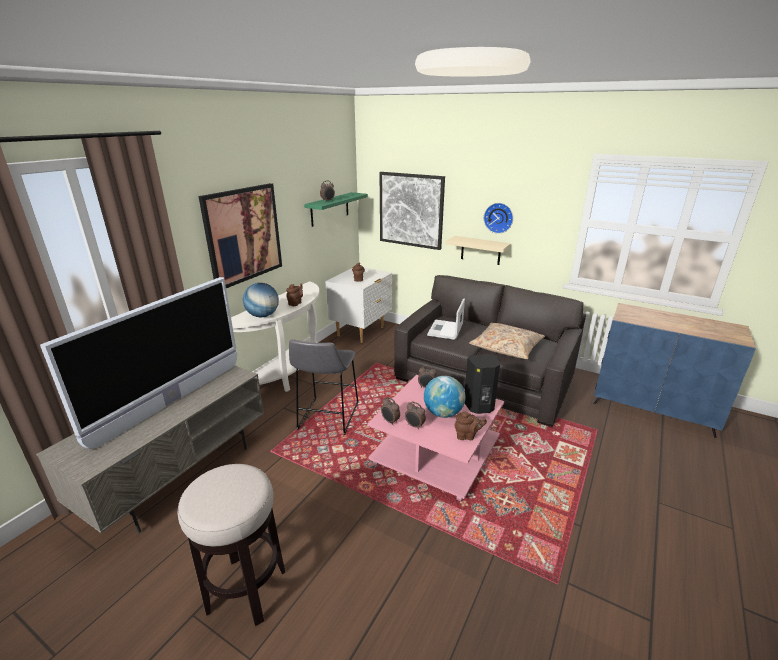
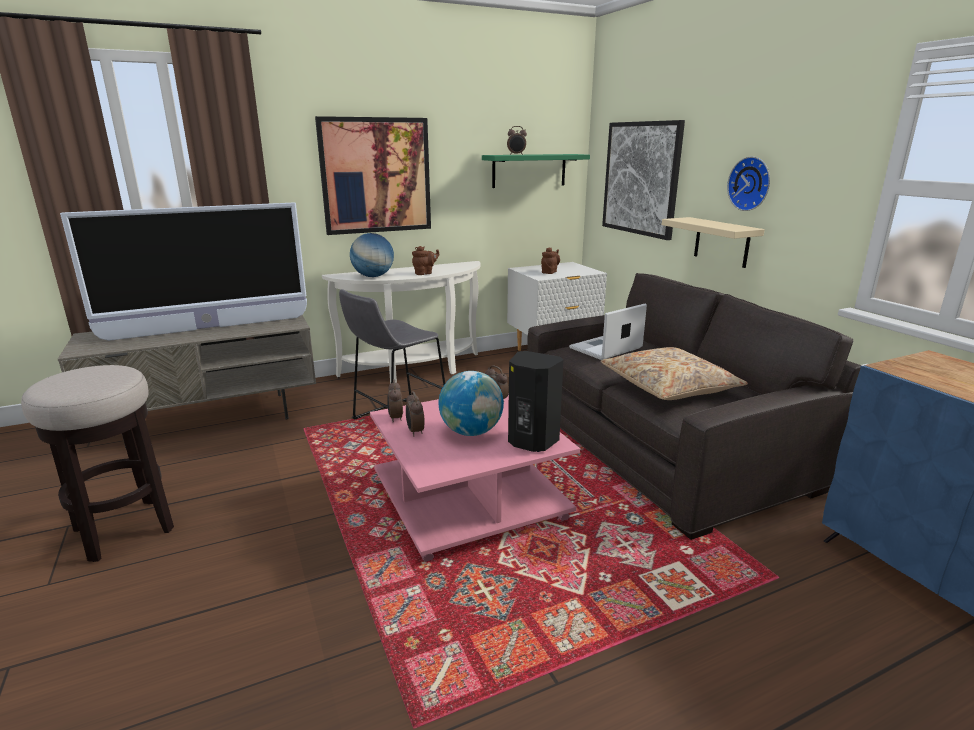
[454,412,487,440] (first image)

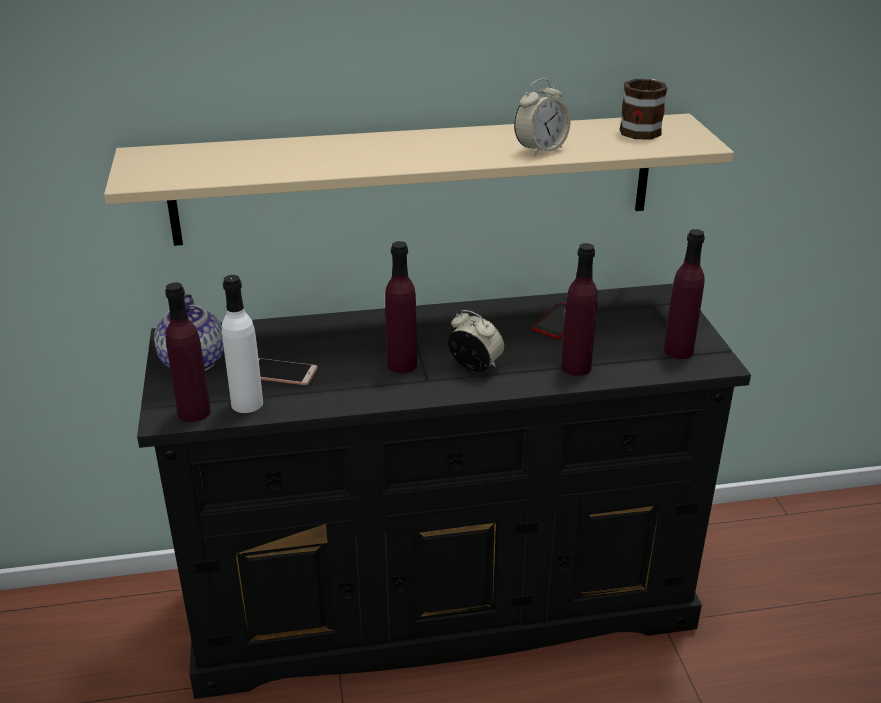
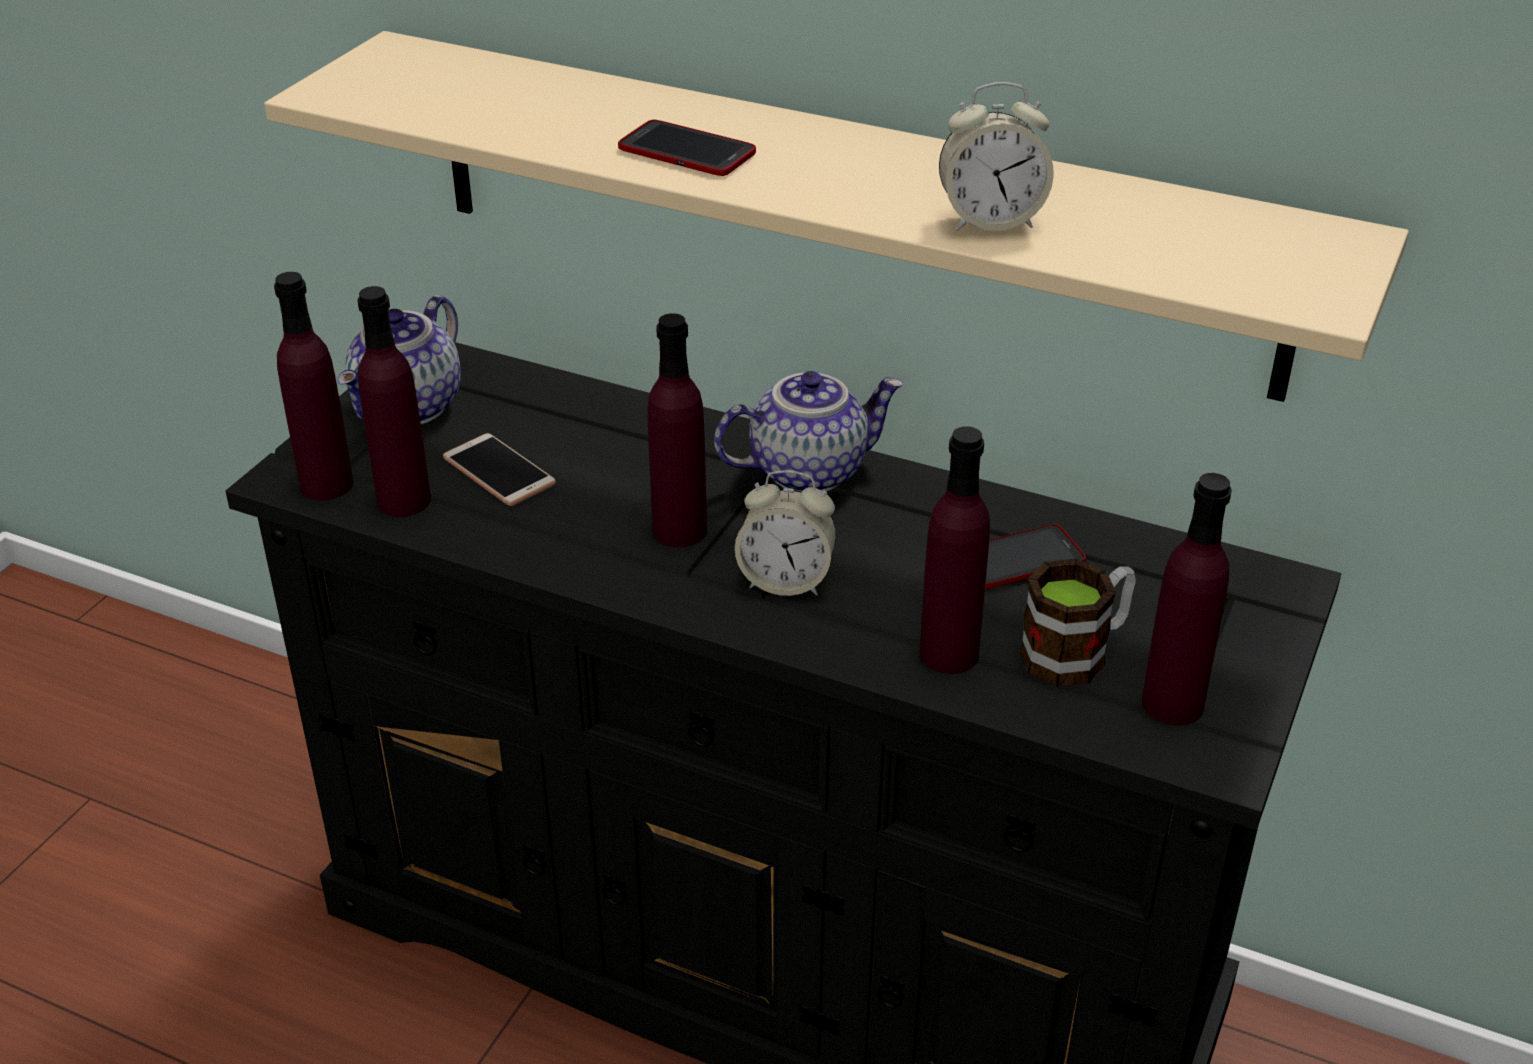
[618,119,756,176]
[714,371,904,491]
[1020,559,1136,687]
[357,286,431,517]
[735,470,836,596]

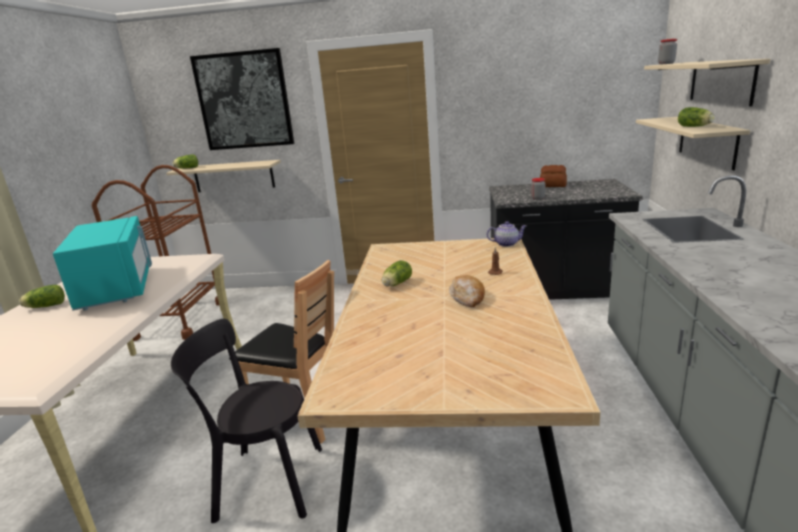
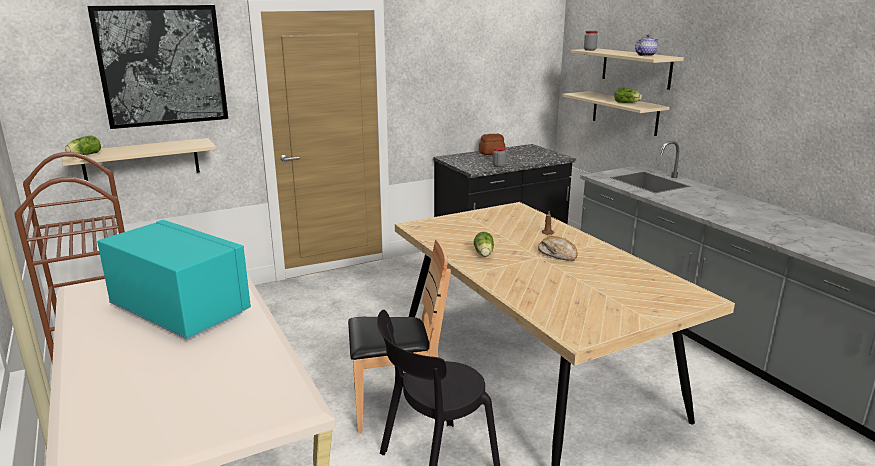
[19,285,65,308] (first image)
[635,35,659,56]

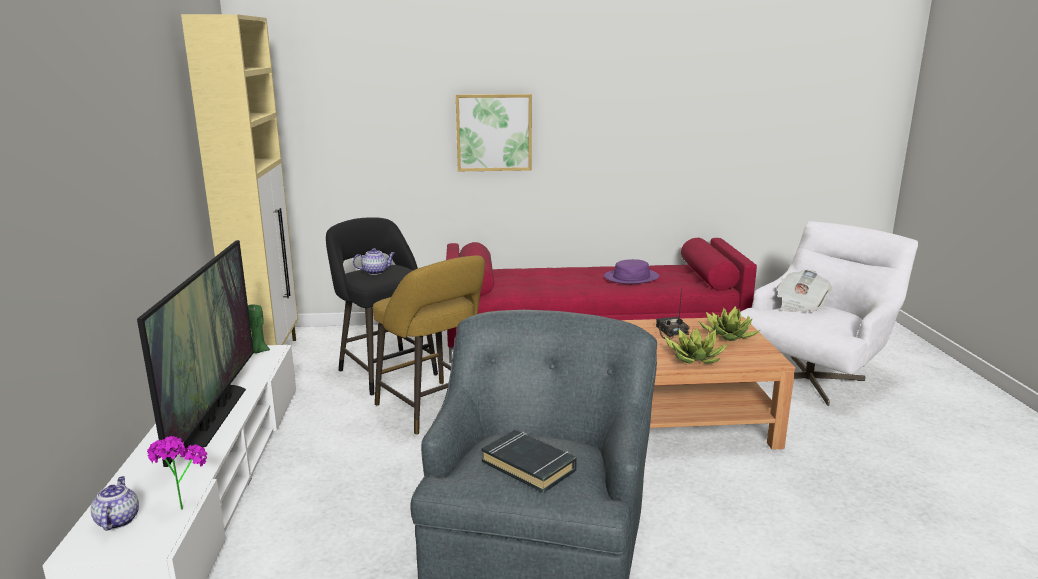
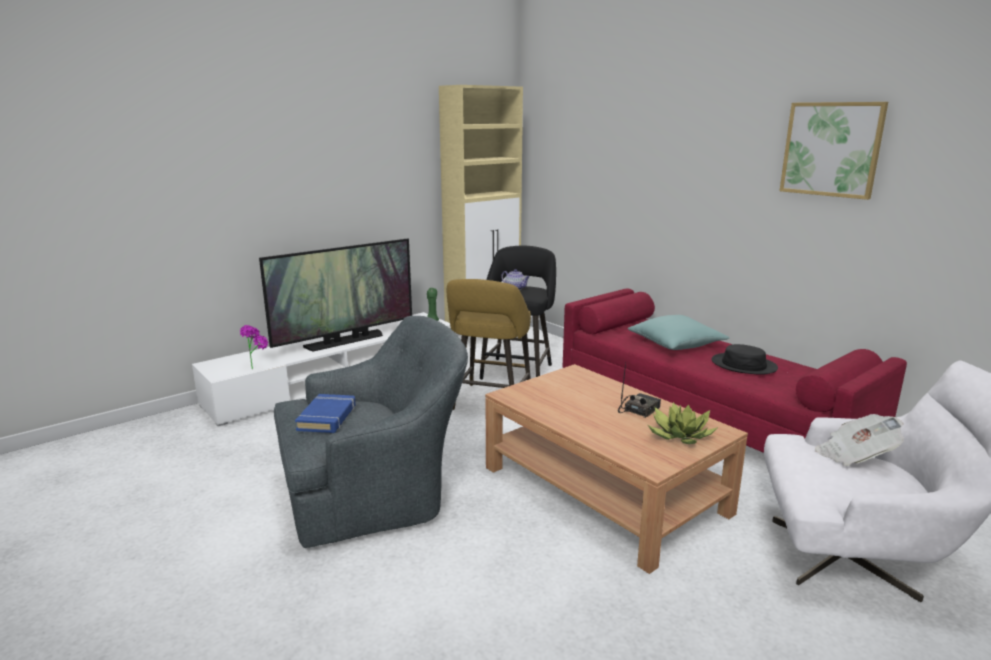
[91,476,139,531] (first image)
[664,328,728,364] (first image)
[628,315,729,350]
[779,102,888,200]
[295,394,356,433]
[711,344,778,375]

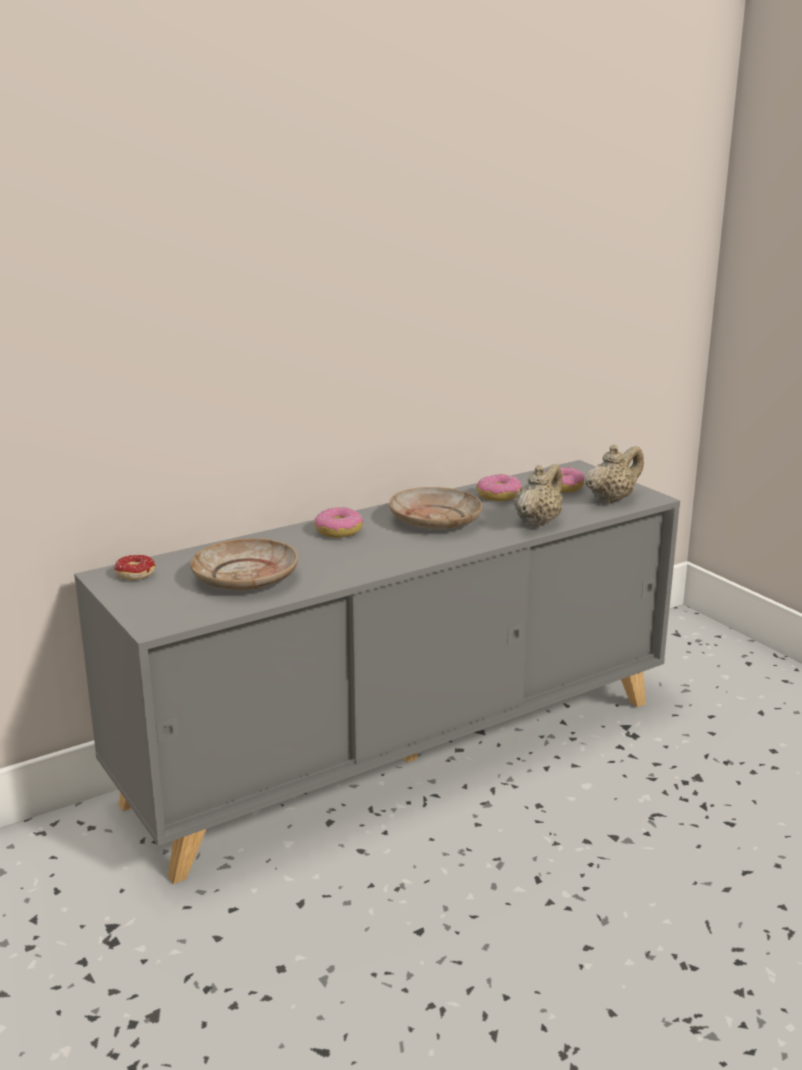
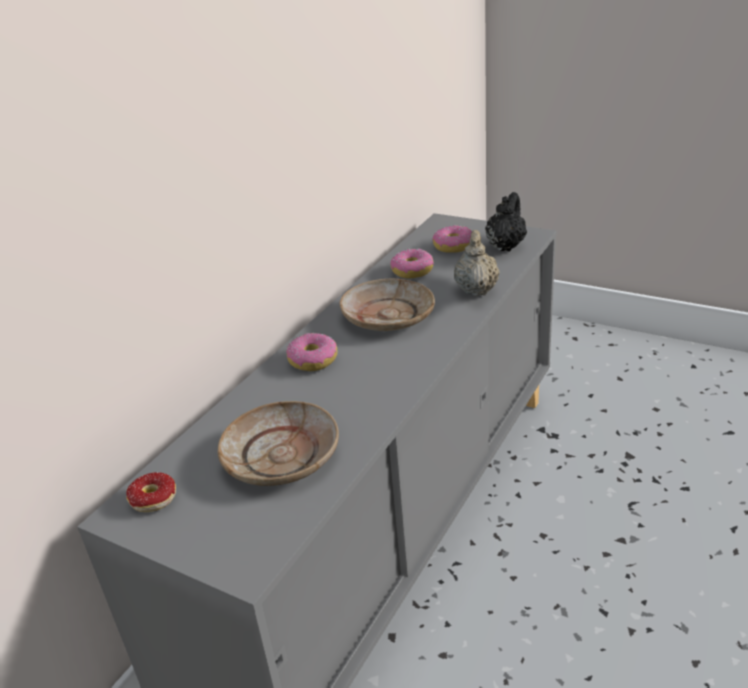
[485,192,527,252]

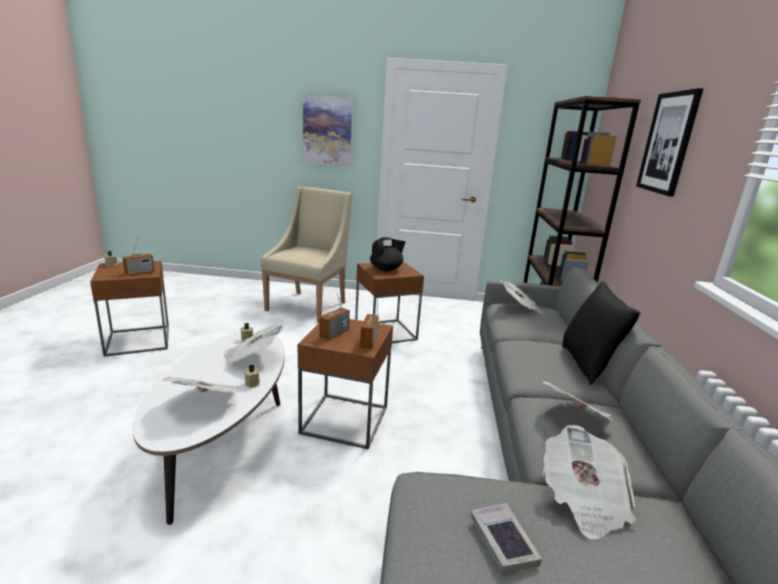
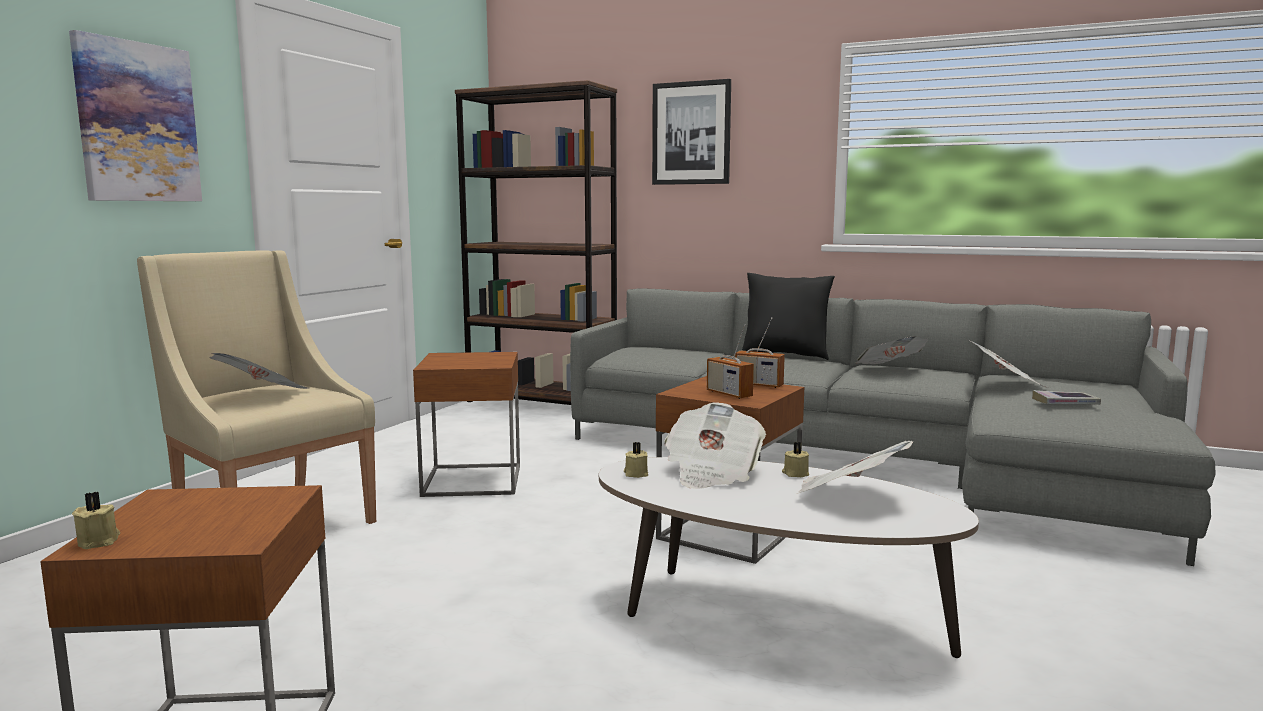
[122,236,154,276] (first image)
[370,237,406,271] (first image)
[210,353,308,389]

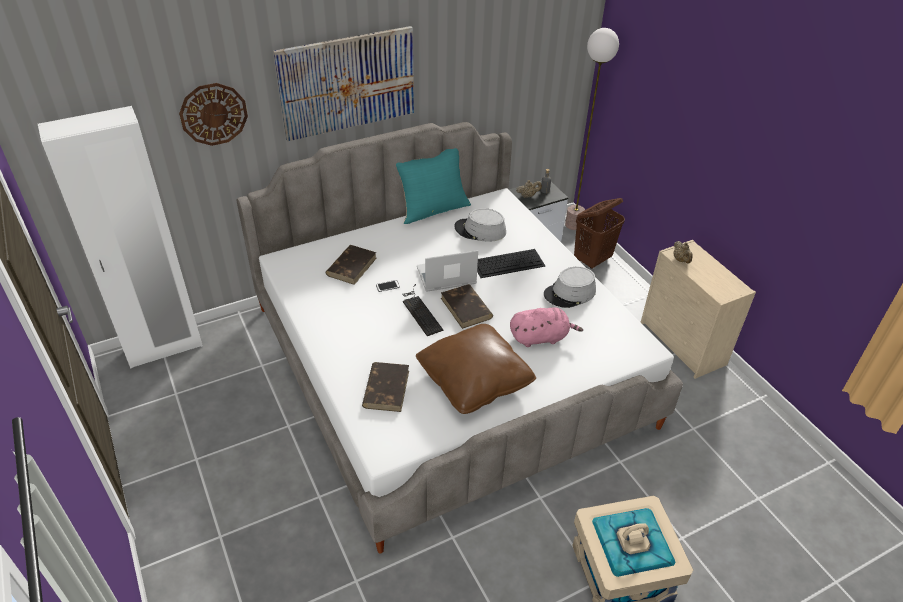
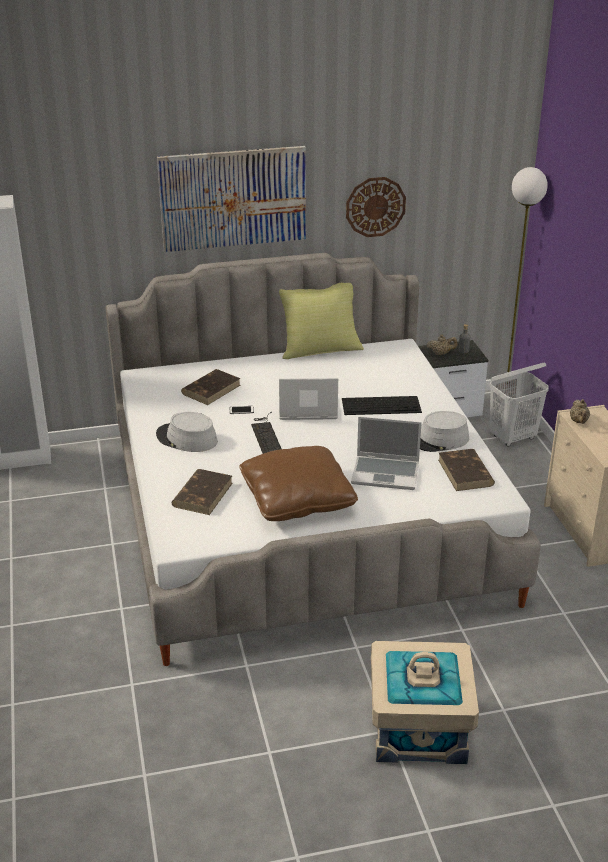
[346,177,406,237]
[438,449,495,491]
[156,412,218,452]
[351,416,422,490]
[279,283,364,359]
[489,362,549,447]

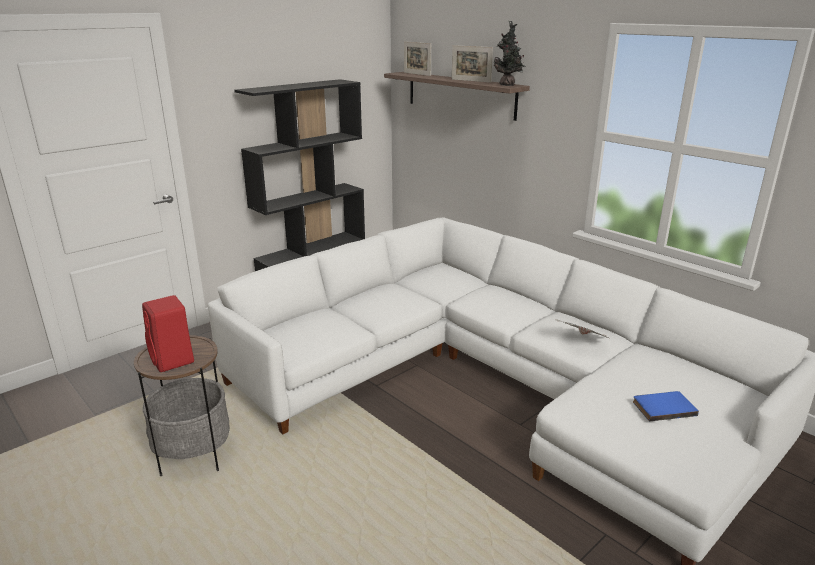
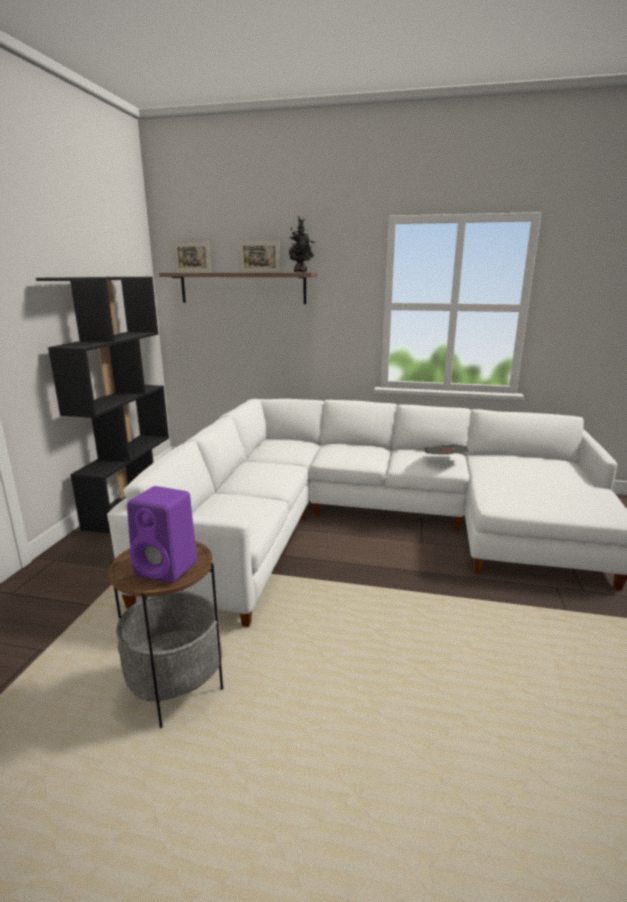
[633,391,699,421] (first image)
[127,486,197,583]

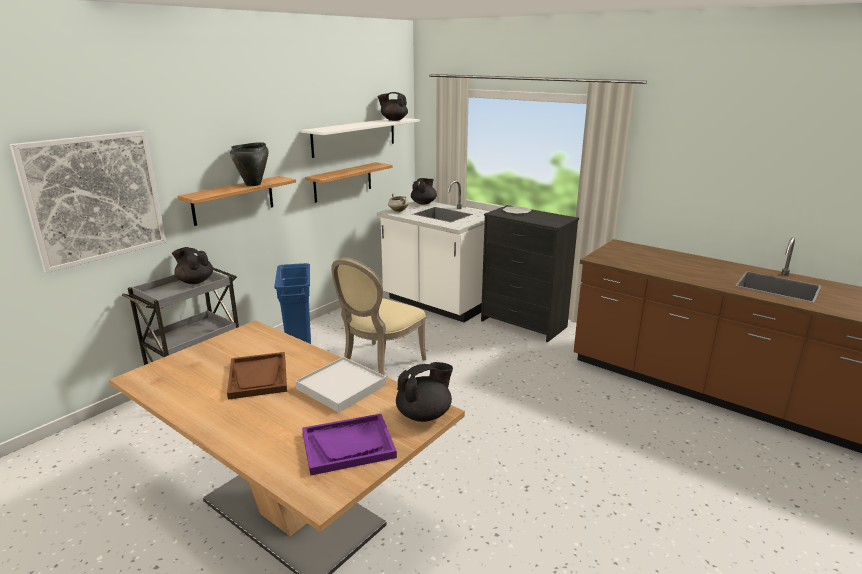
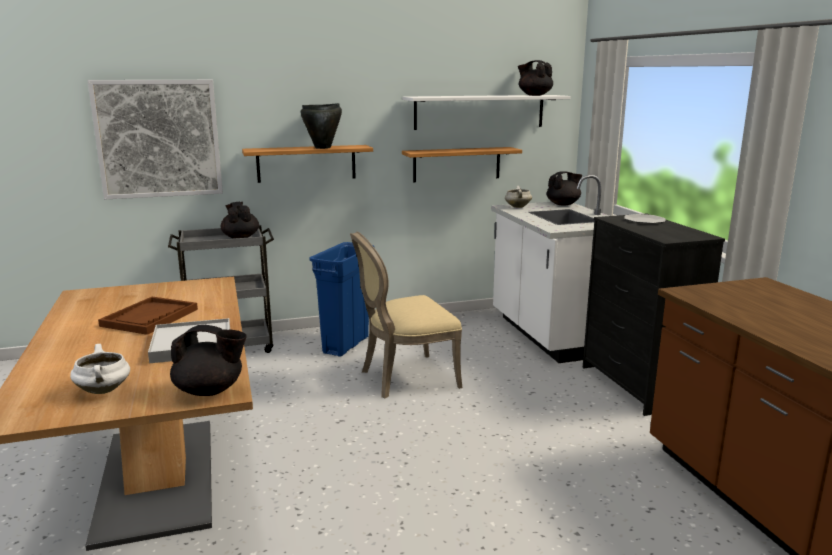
[70,344,130,394]

